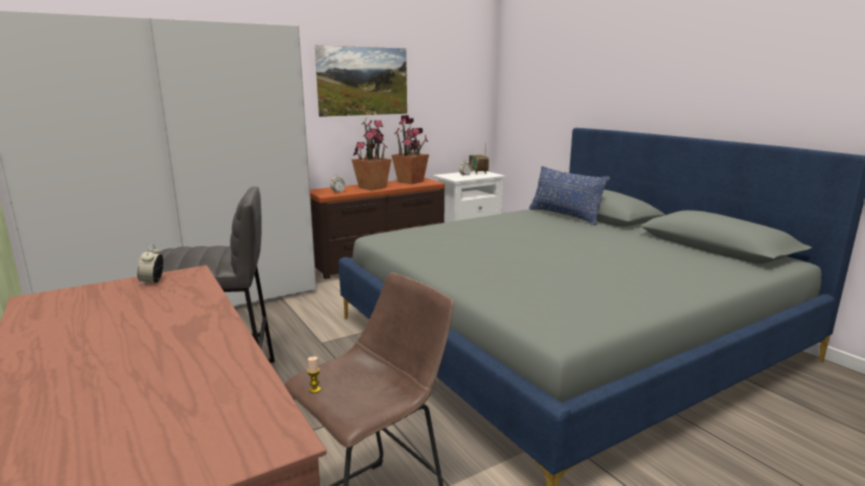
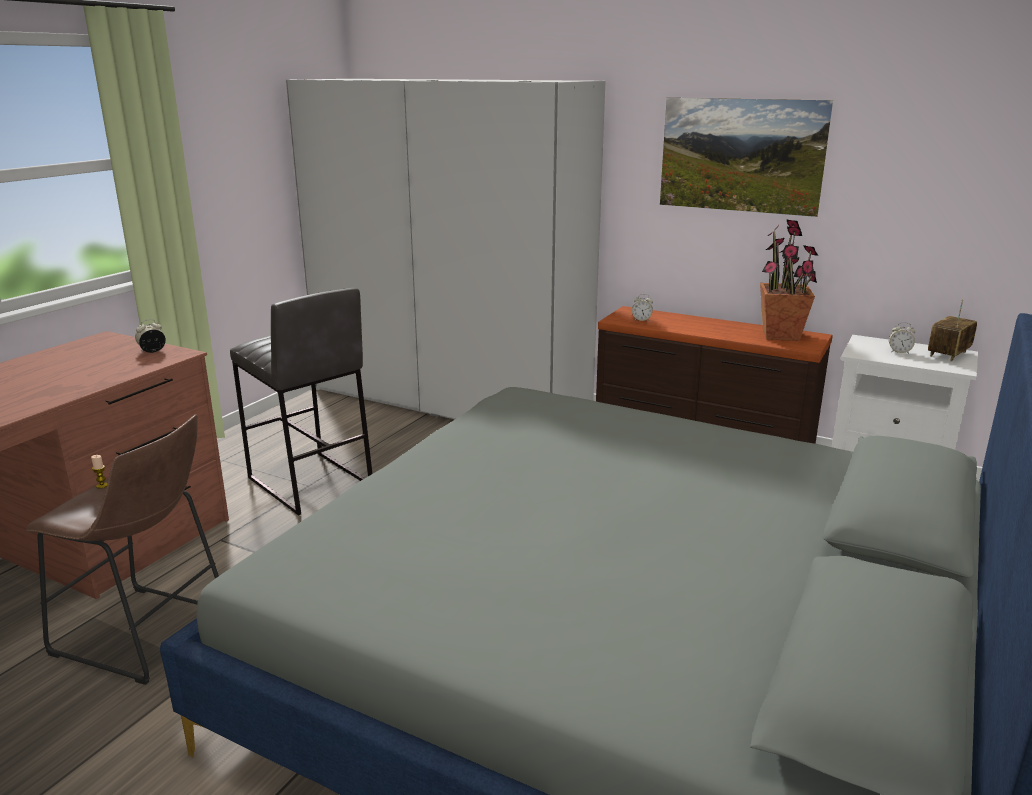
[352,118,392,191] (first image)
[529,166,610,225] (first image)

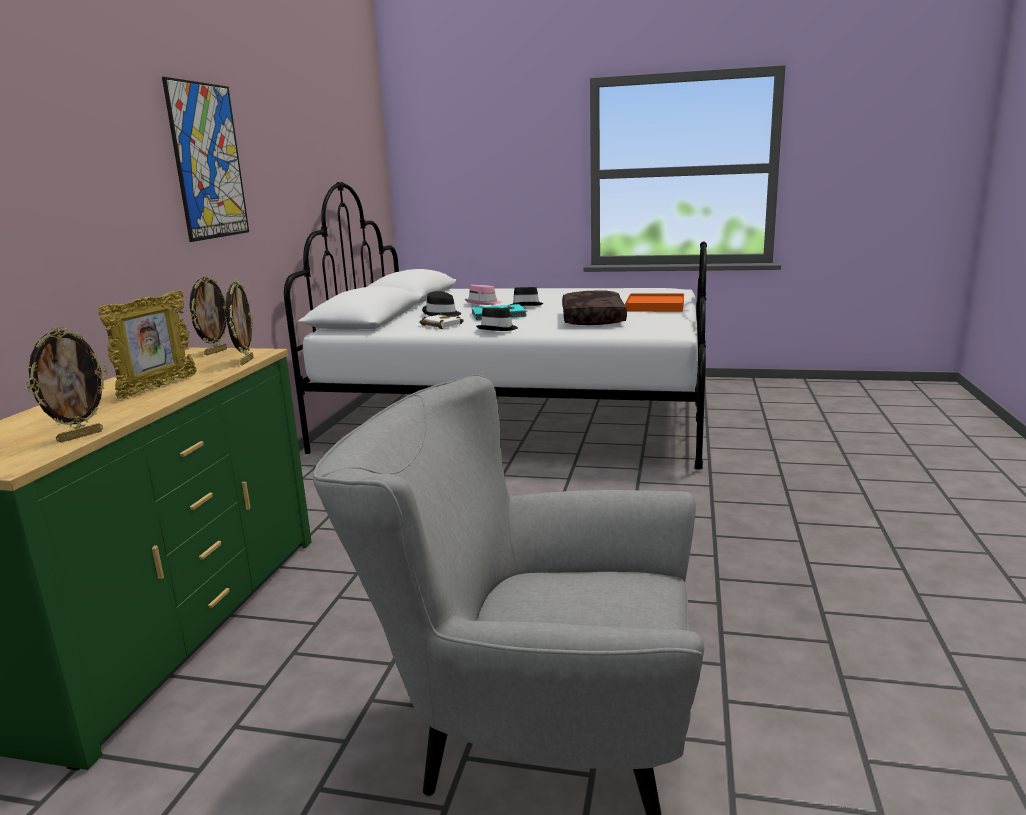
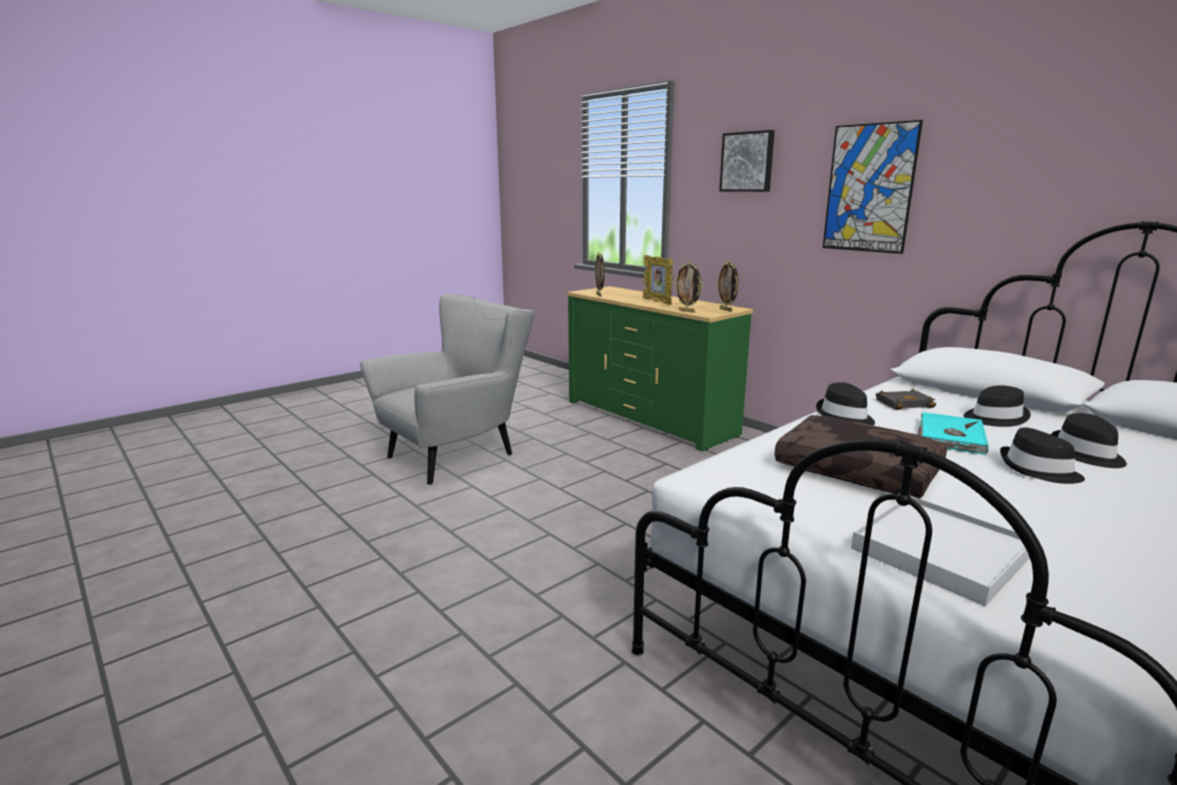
[719,130,775,192]
[875,389,936,410]
[1050,413,1127,468]
[851,496,1030,606]

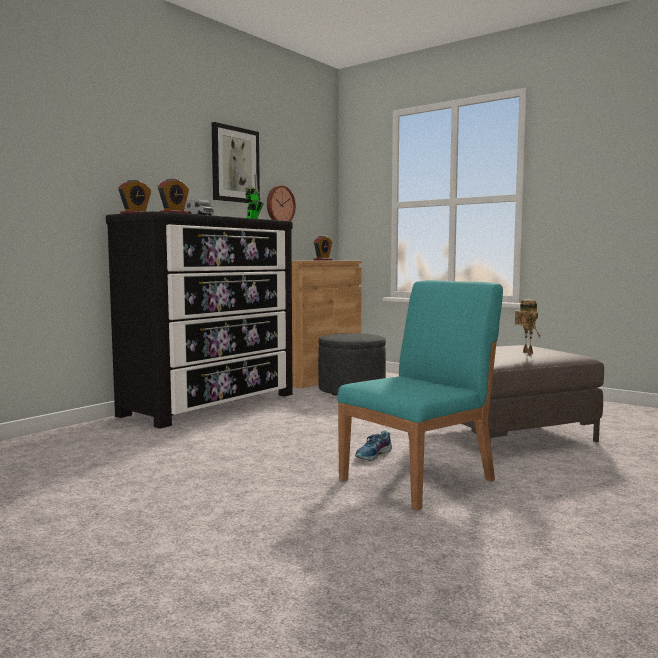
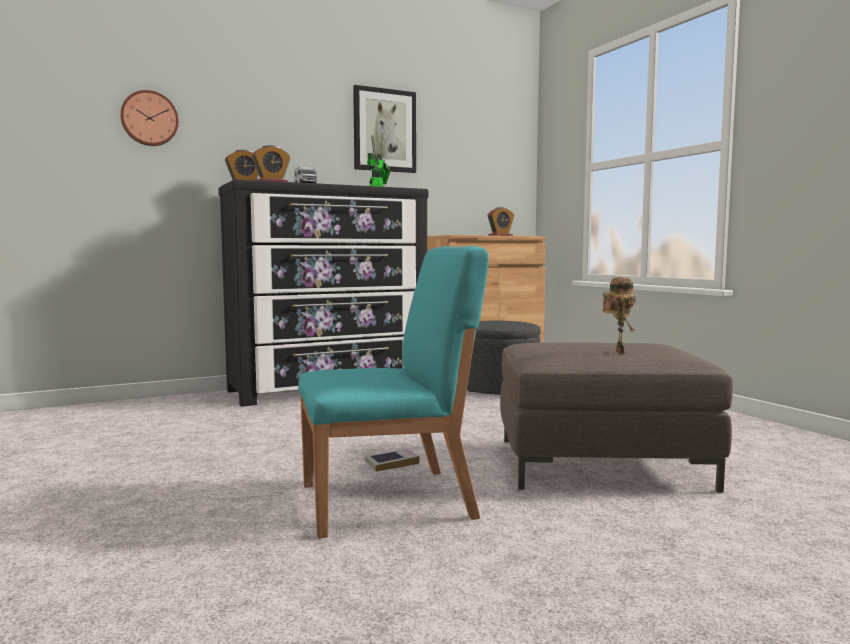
[120,90,179,146]
[365,448,419,472]

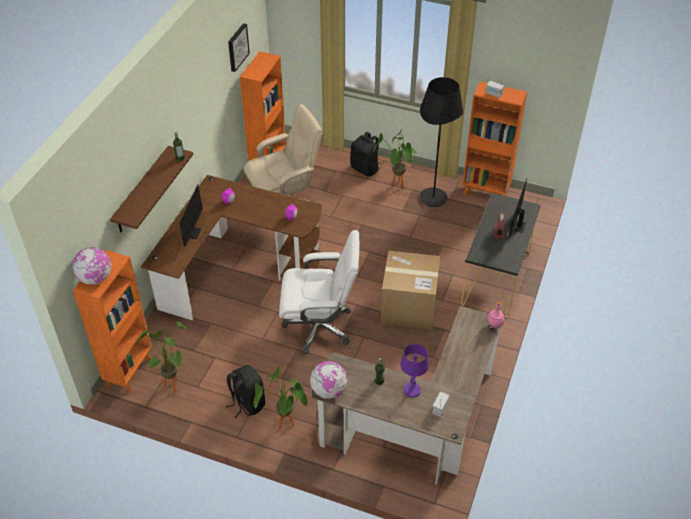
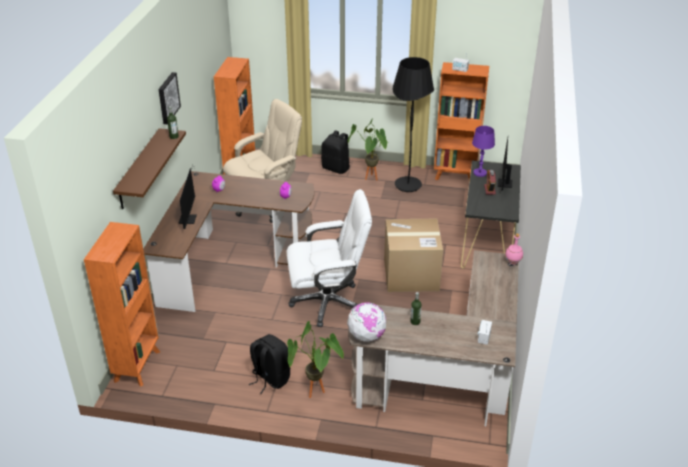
[73,247,111,285] (first image)
[137,322,186,392] (first image)
[158,72,181,124]
[472,126,495,177]

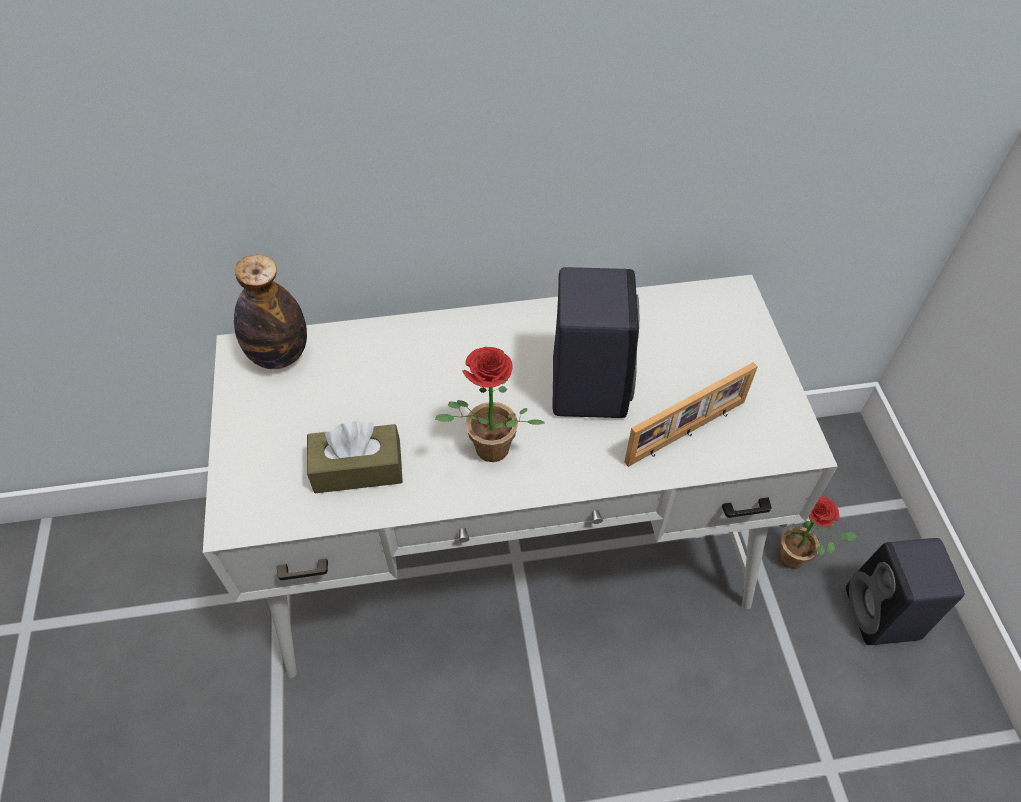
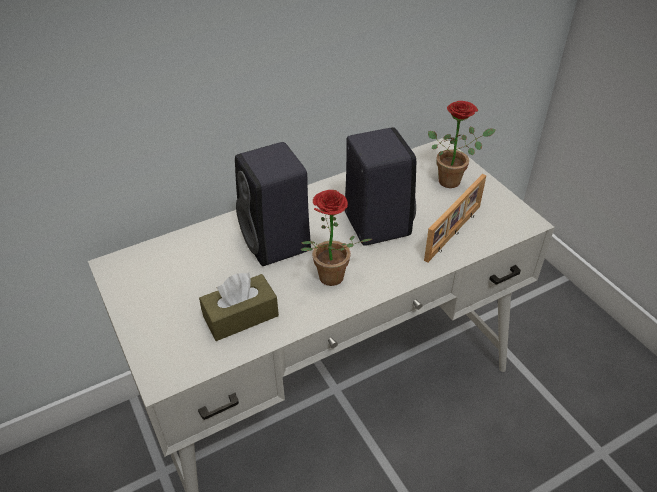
[234,254,307,369] (first image)
[428,101,496,188]
[235,142,311,266]

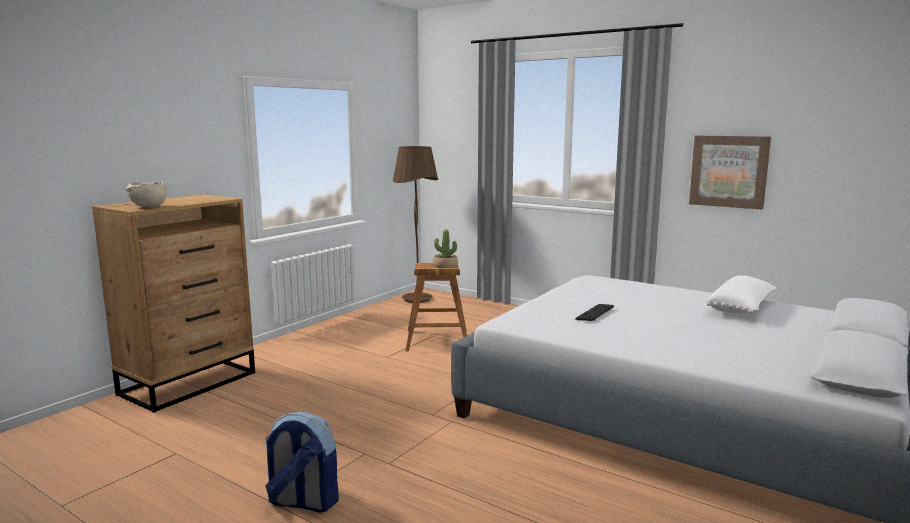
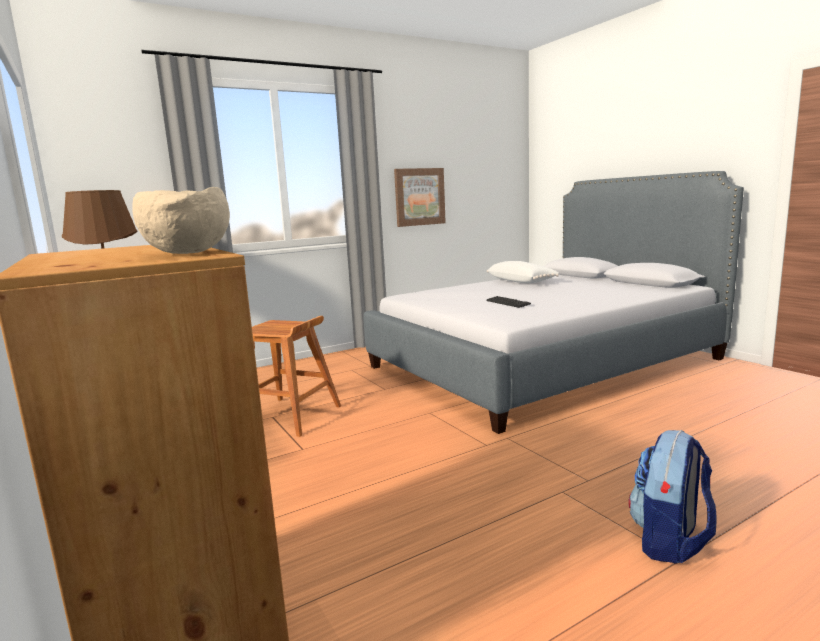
[433,229,458,268] (first image)

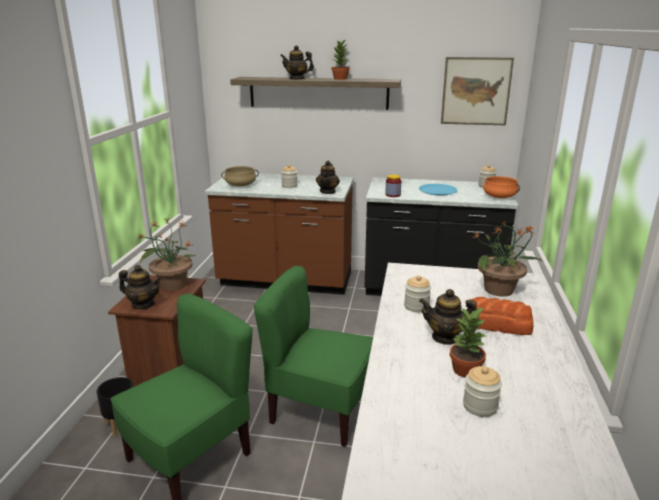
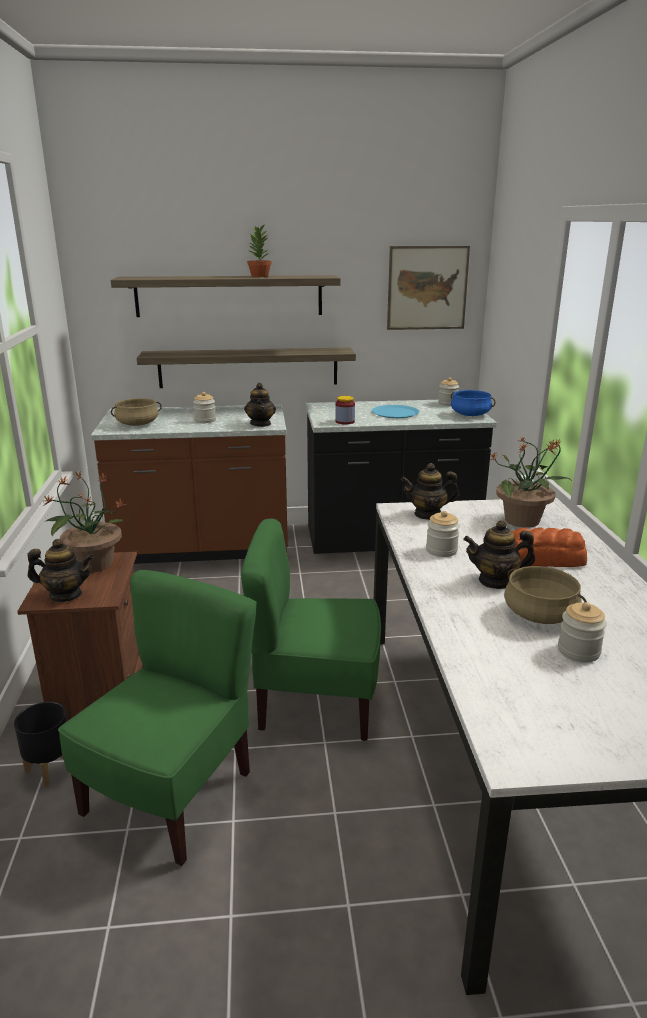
[137,348,356,388]
[401,463,459,520]
[504,566,587,624]
[451,390,496,416]

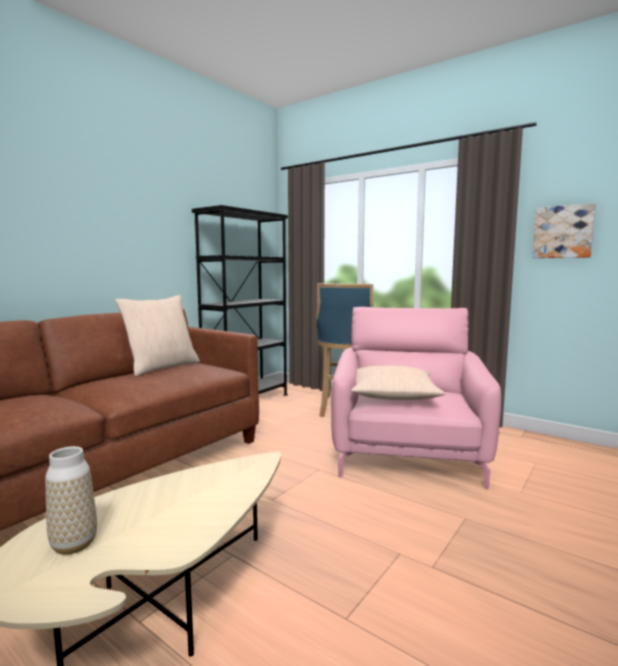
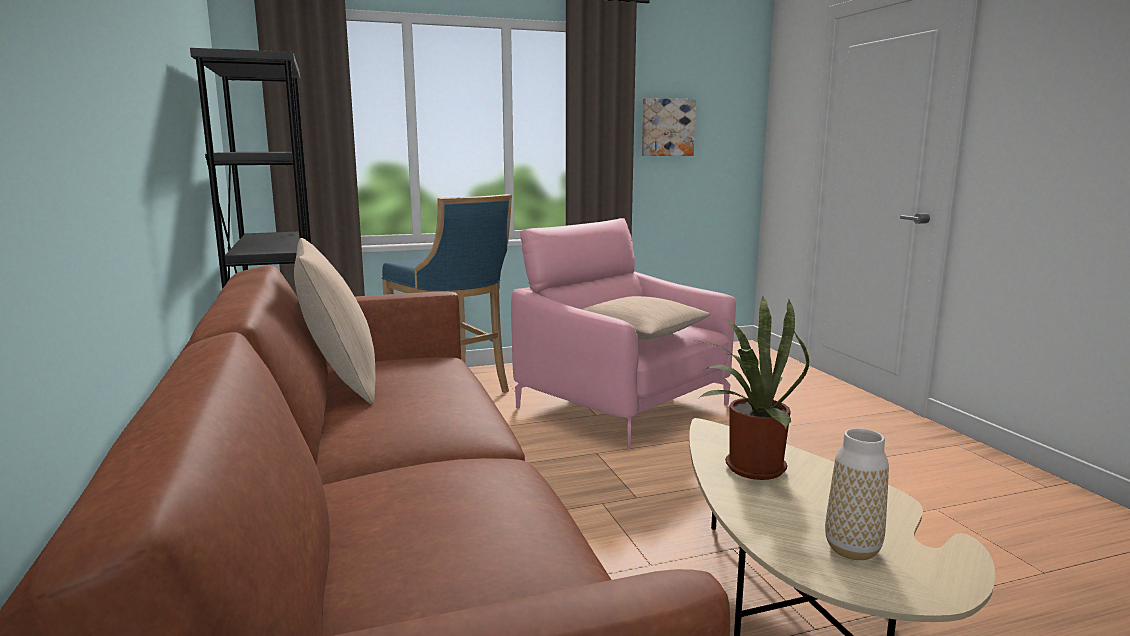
[695,297,809,480]

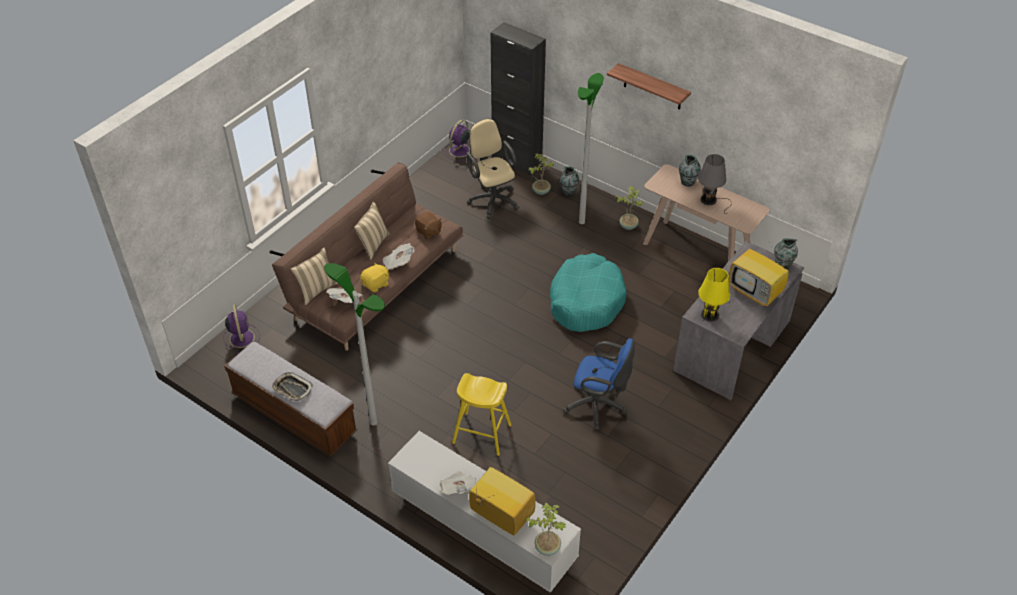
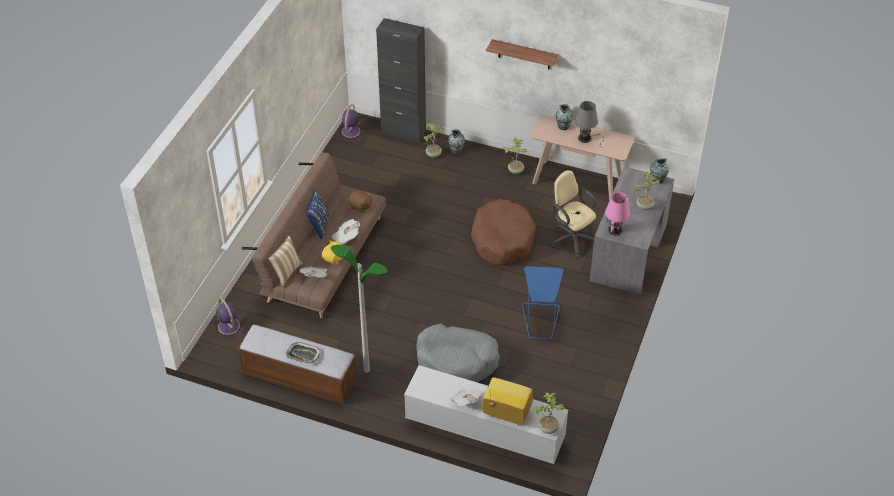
[578,73,604,224] (first image)
[551,170,596,258]
[416,324,500,383]
[522,266,564,340]
[635,171,660,210]
[306,190,329,239]
[471,199,536,266]
[605,192,630,235]

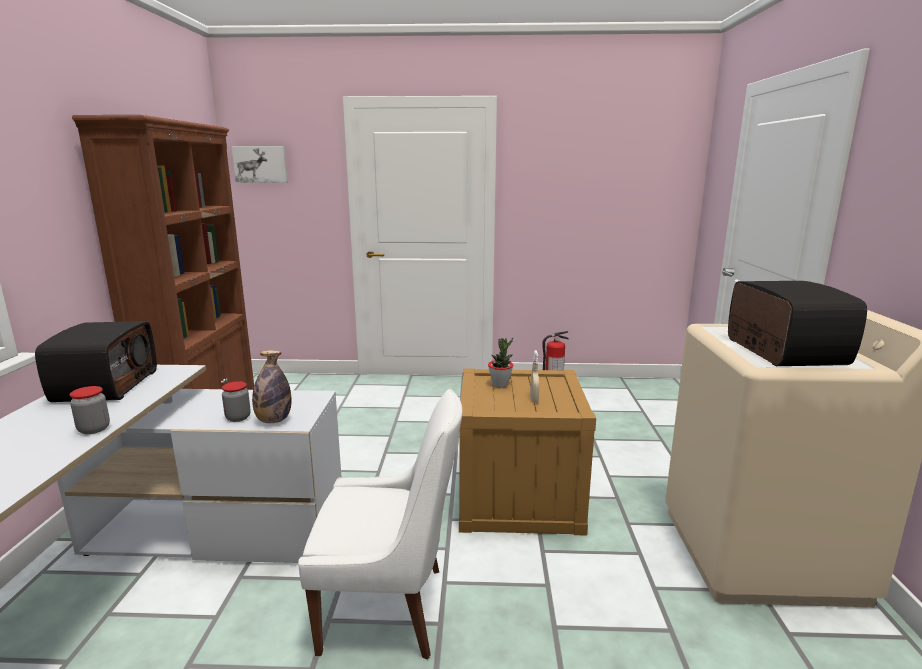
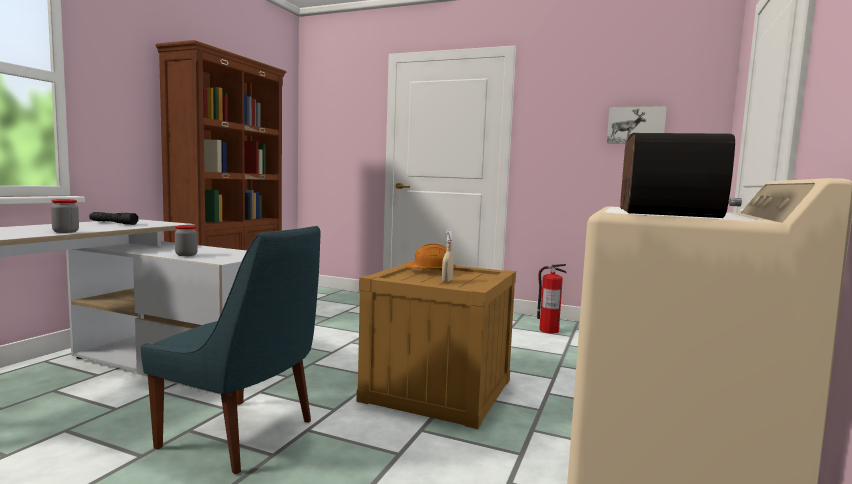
[252,350,291,423] (first image)
[607,106,667,144]
[89,212,139,225]
[405,243,456,270]
[141,226,321,474]

